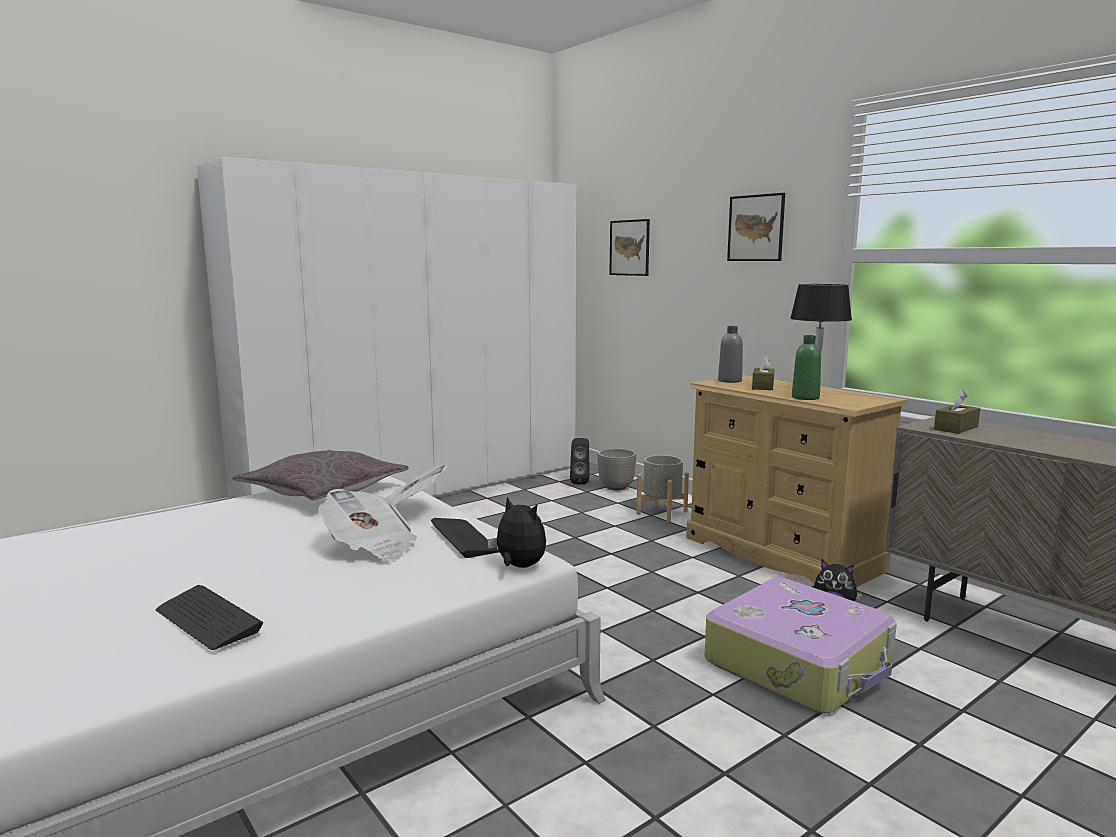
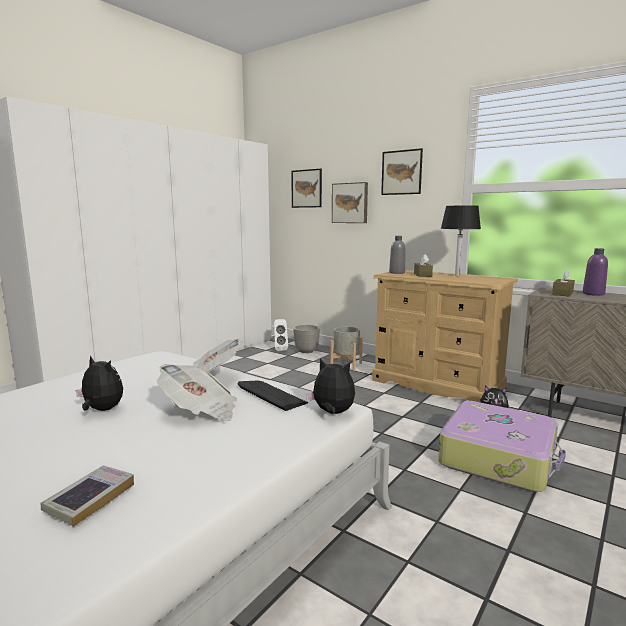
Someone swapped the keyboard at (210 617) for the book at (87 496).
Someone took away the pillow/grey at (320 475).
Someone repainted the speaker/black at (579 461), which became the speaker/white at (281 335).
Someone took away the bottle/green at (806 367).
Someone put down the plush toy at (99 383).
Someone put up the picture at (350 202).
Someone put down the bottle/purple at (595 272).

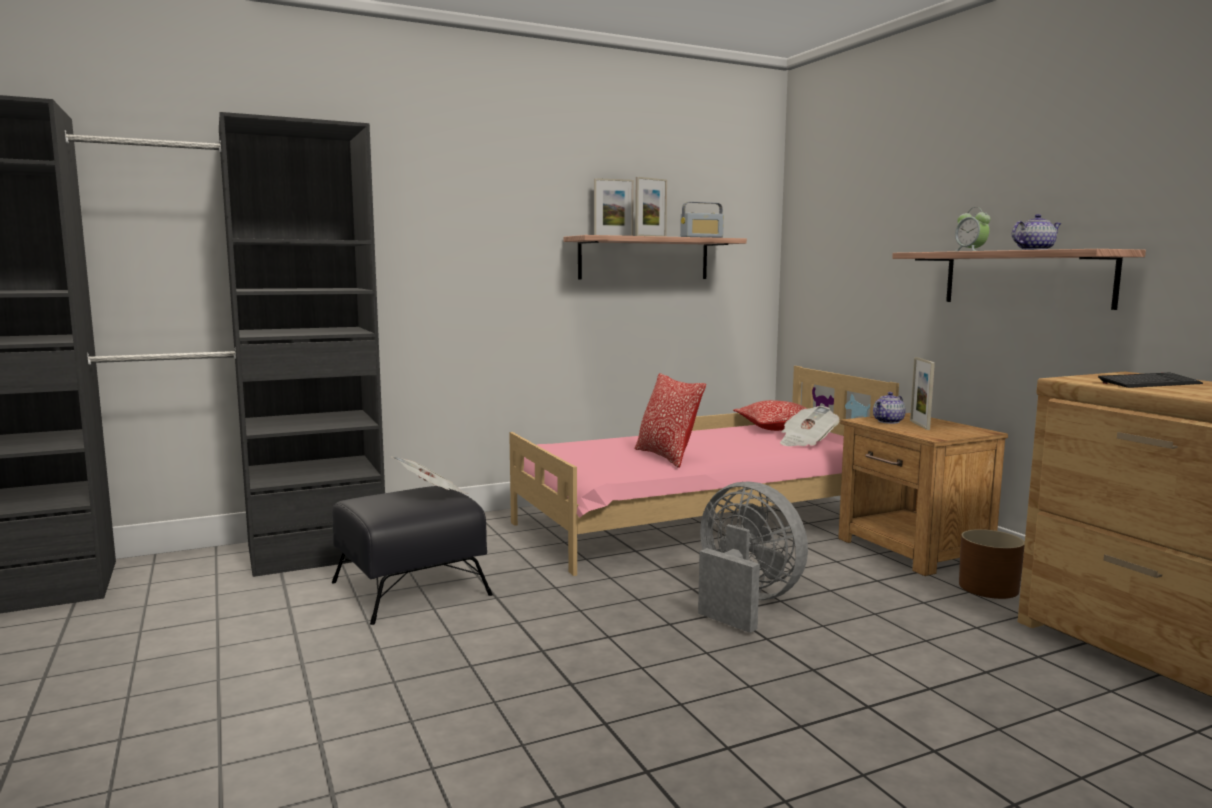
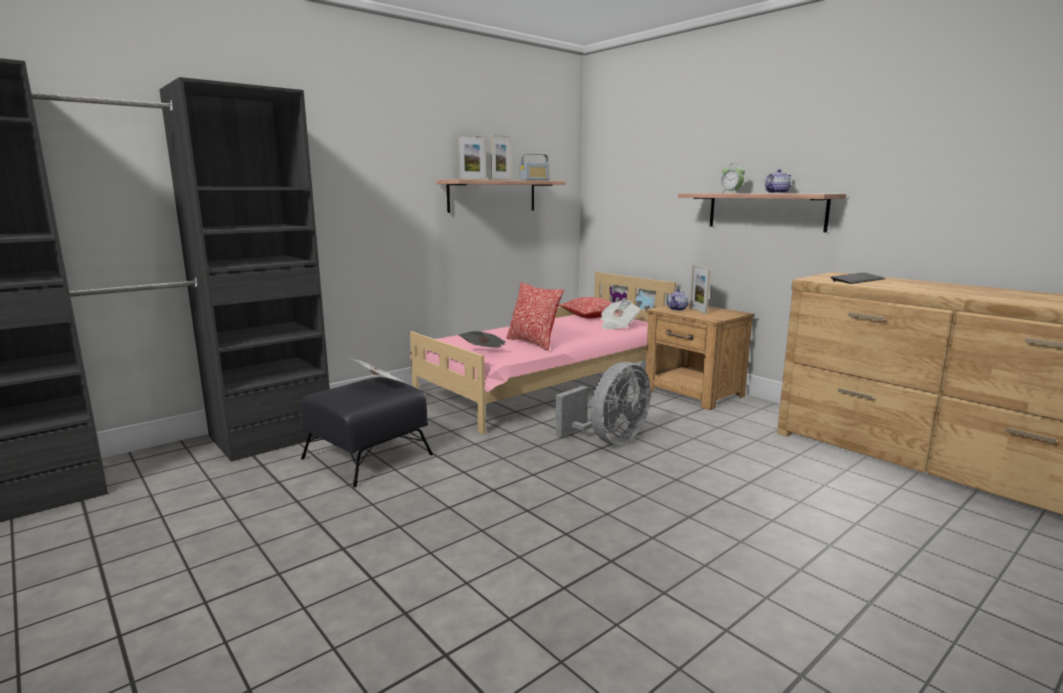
Someone rotated the fan/grey at (753 557) by 105 degrees clockwise.
Someone took away the planter/brown at (992 564).
Someone put down the newspaper at (482 339).

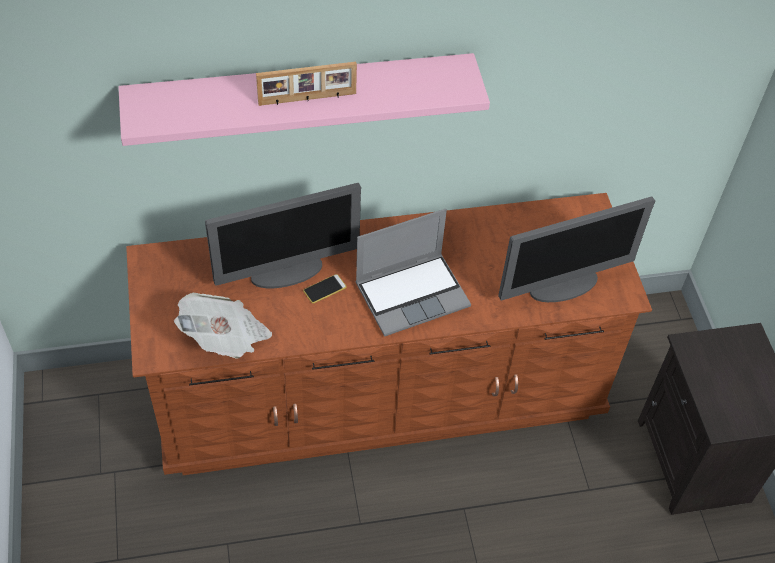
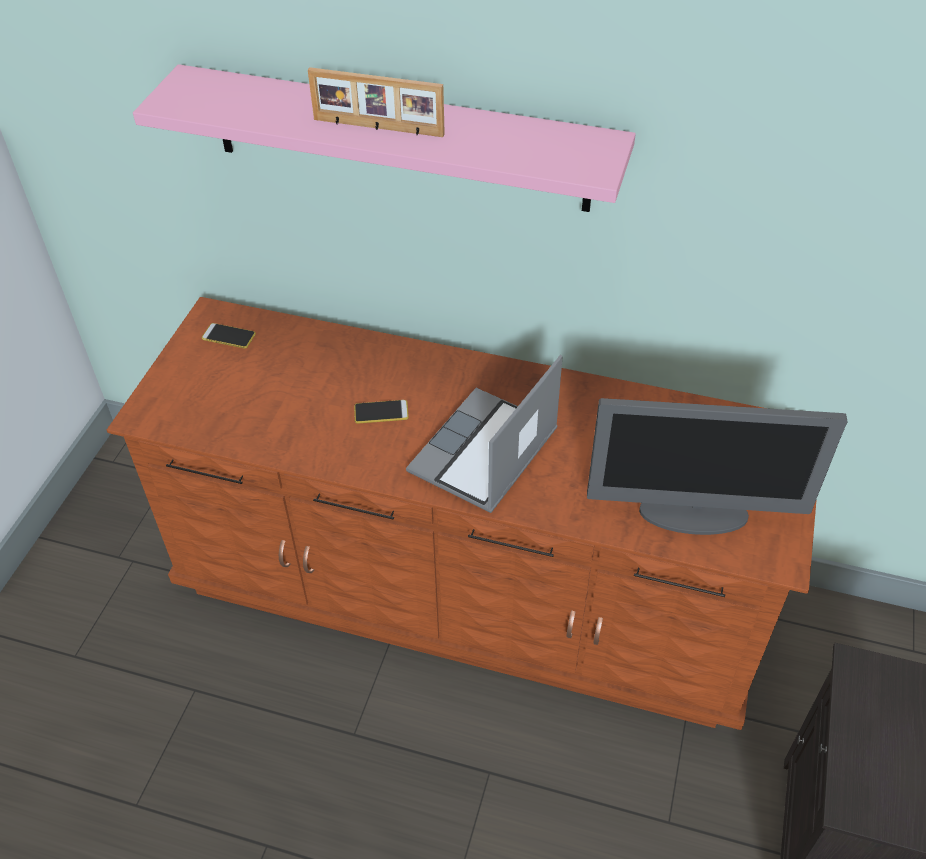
Someone took away the newspaper at (223 326).
Someone took away the monitor at (283 235).
Someone rotated the laptop at (413 273) by 120 degrees clockwise.
Someone put down the phone at (229 336).

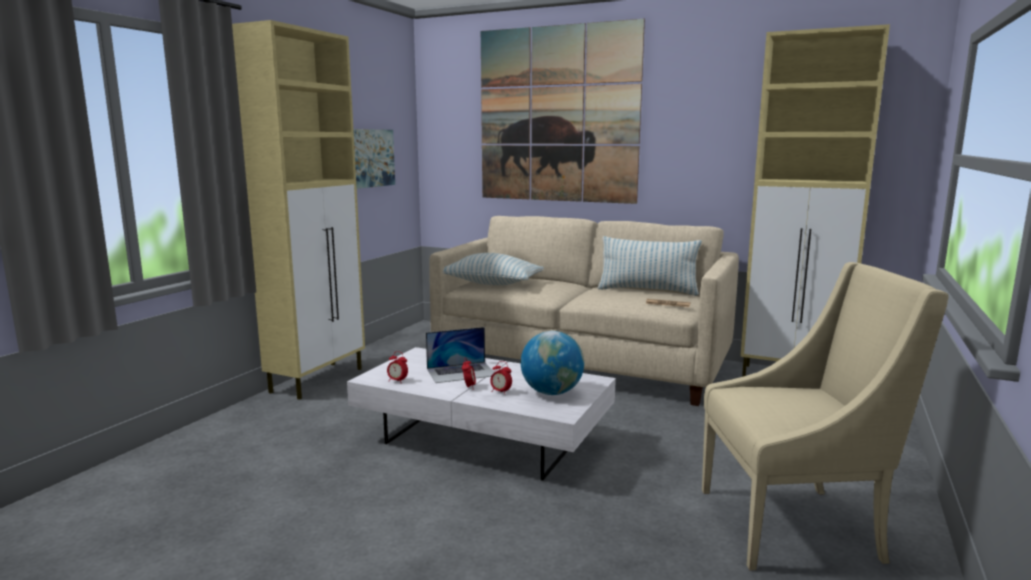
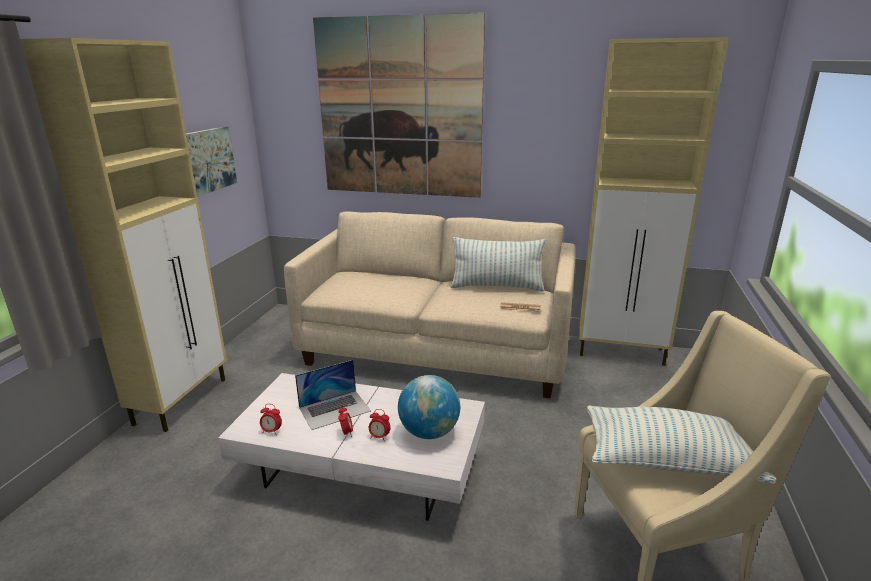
Someone carried the pillow from (493 269) to (681 444).

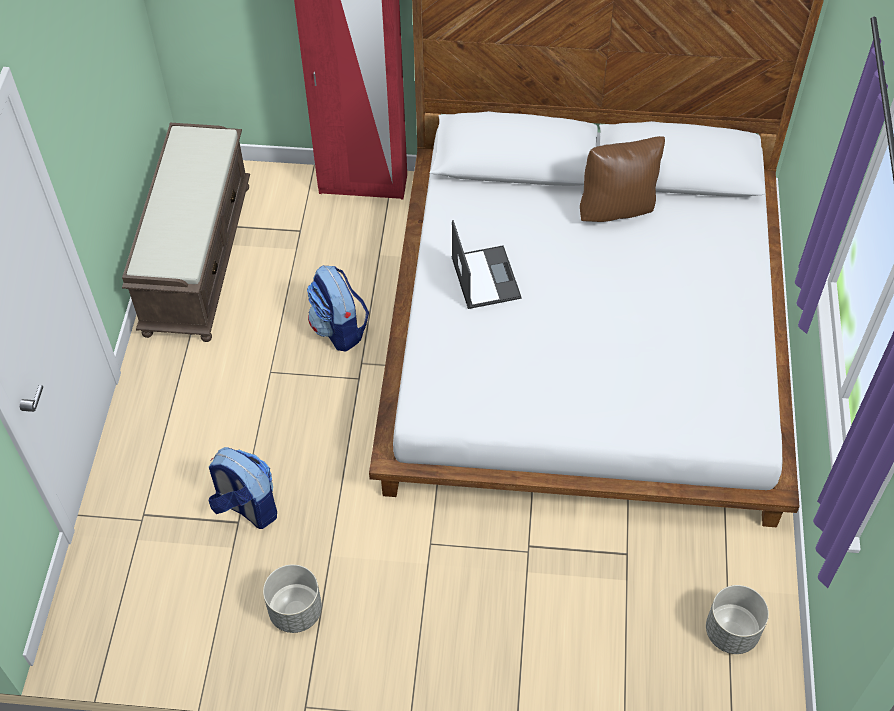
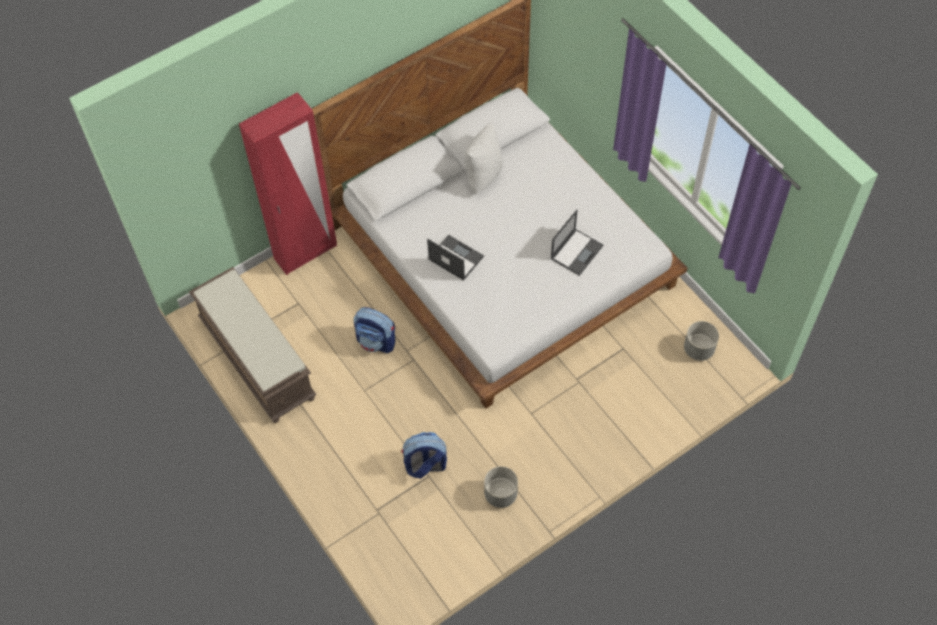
Someone repainted the pillow/brown at (622 179), which became the pillow/white at (483 158).
Someone put down the laptop at (576 243).

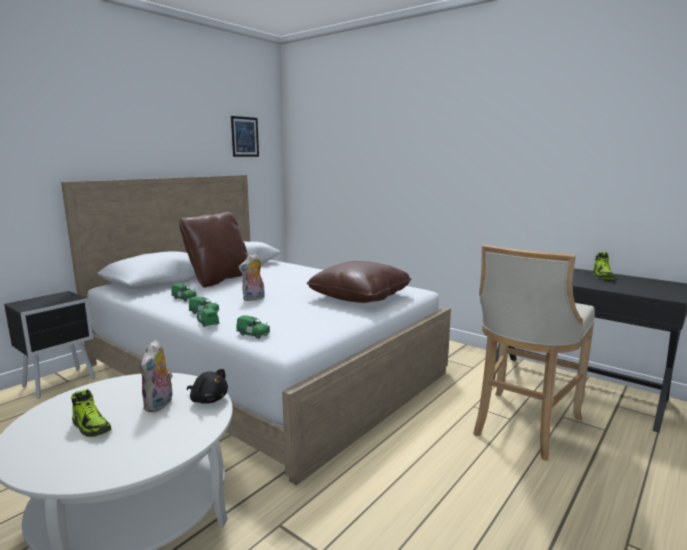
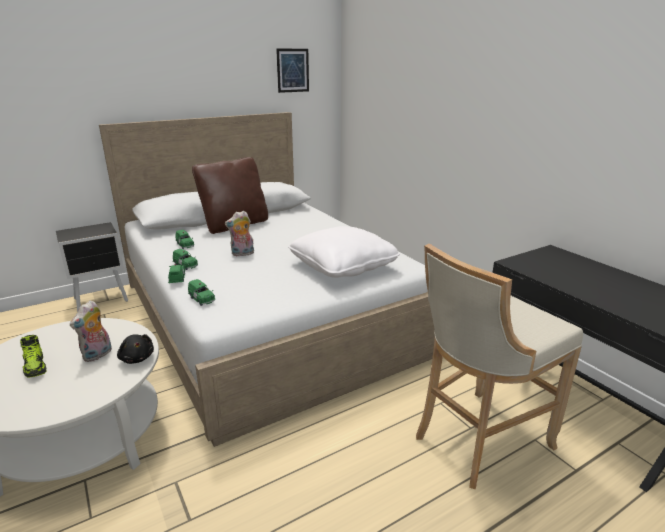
Someone repainted the pillow/brown at (359 282), which became the pillow/white at (344 252).
Someone took away the shoe at (603 266).

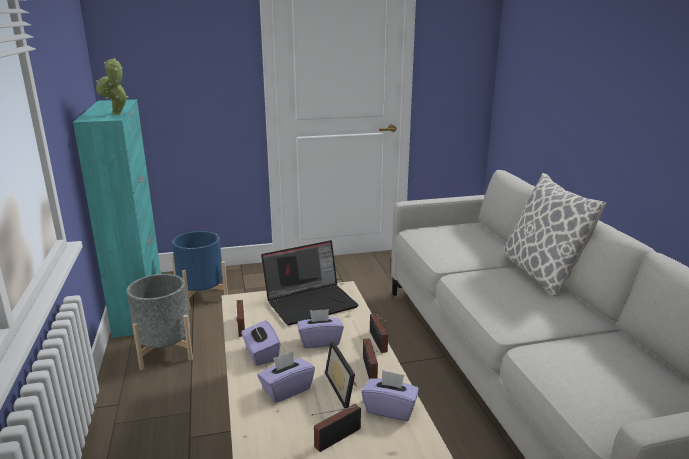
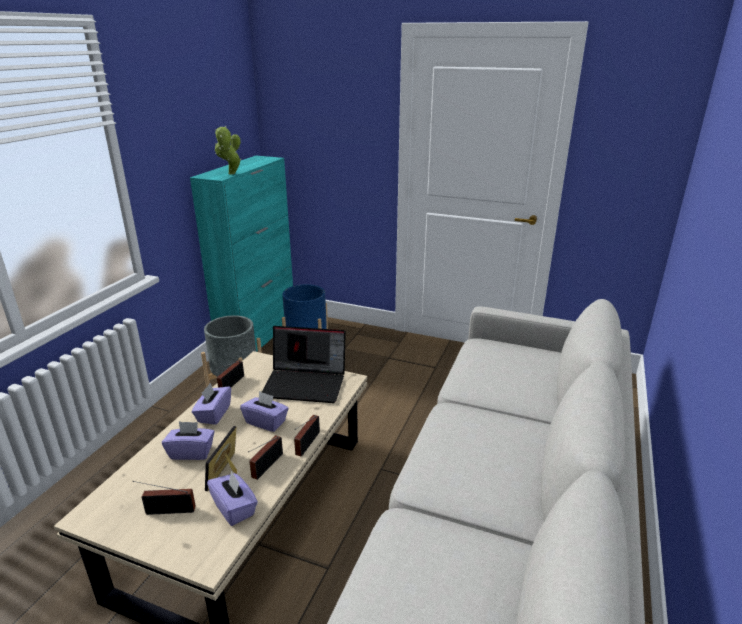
Someone took away the pillow at (555 235).

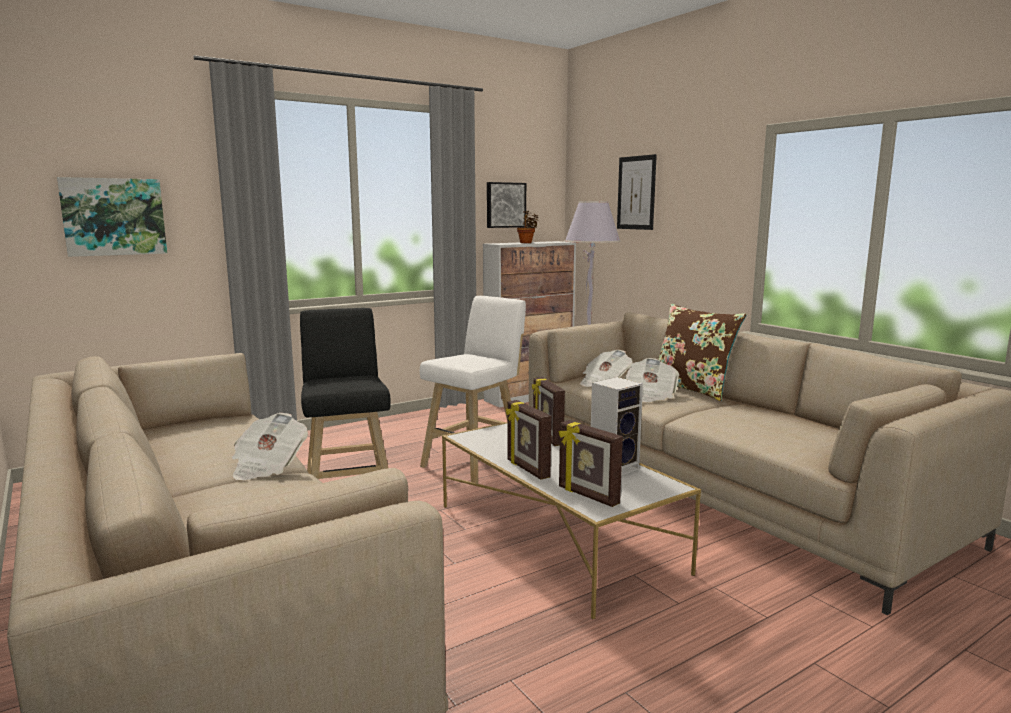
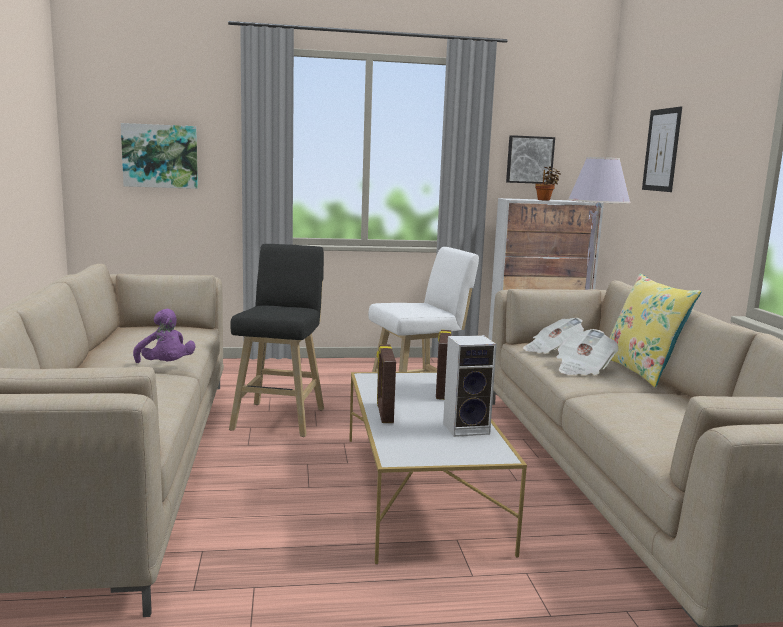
Someone swapped the newspaper at (270 446) for the plush toy/purple at (164 336).
Someone took away the picture frame at (591 463).
Someone repainted the pillow/brown at (702 352), which became the pillow/yellow at (655 330).

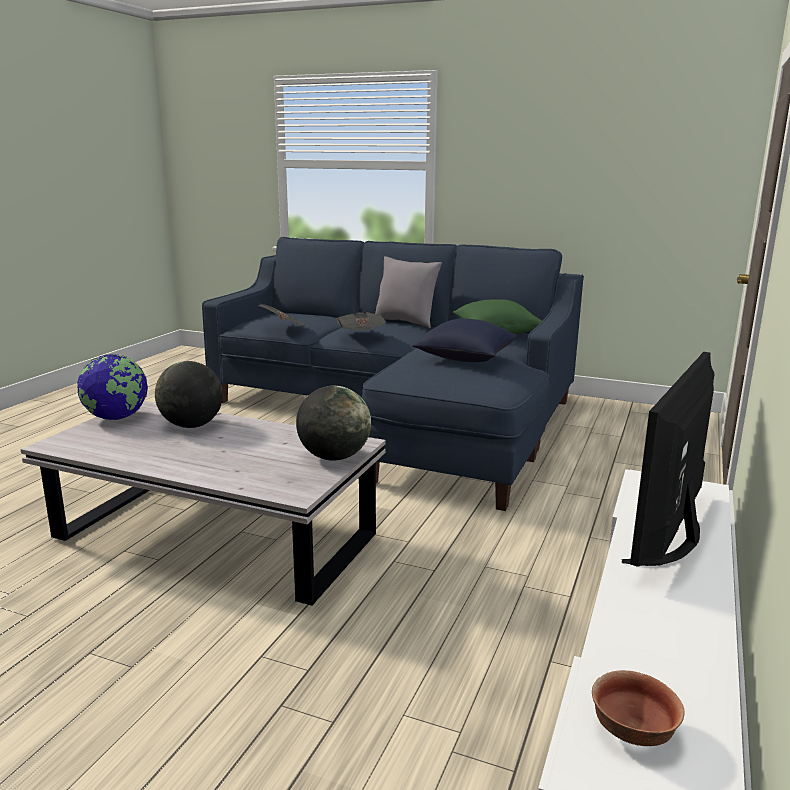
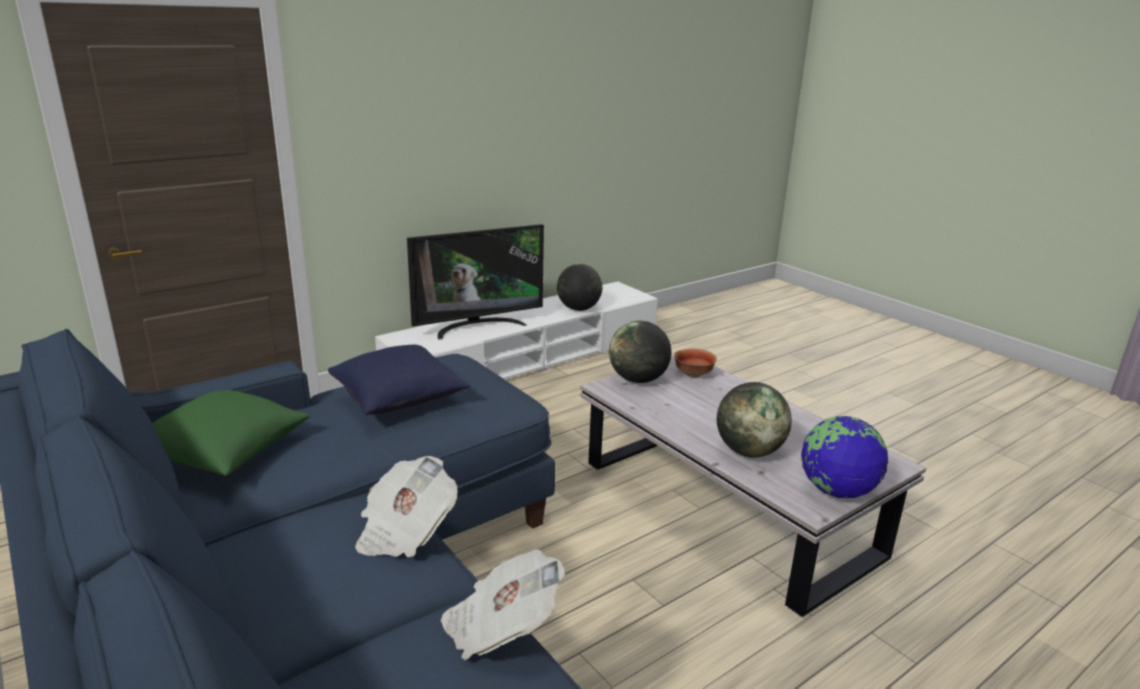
Someone took away the pillow/grey at (408 292).
Someone carried the bowl from (638 708) to (695 363).
Someone put down the globe at (579 287).

